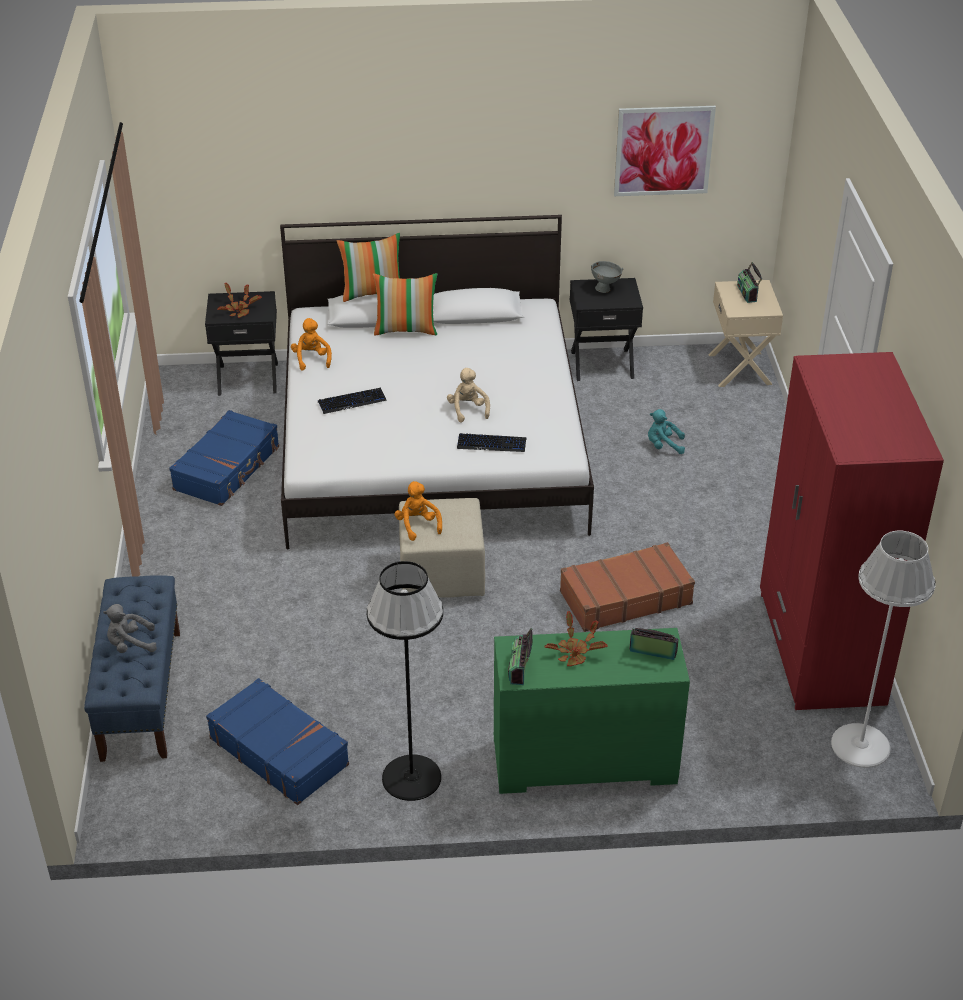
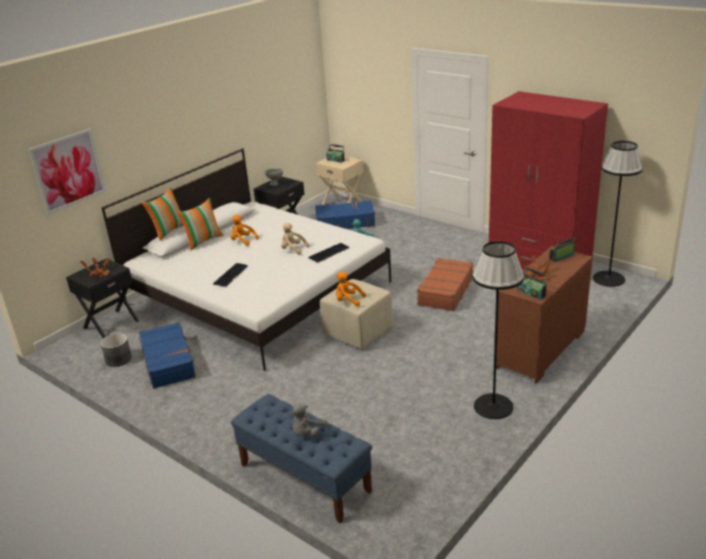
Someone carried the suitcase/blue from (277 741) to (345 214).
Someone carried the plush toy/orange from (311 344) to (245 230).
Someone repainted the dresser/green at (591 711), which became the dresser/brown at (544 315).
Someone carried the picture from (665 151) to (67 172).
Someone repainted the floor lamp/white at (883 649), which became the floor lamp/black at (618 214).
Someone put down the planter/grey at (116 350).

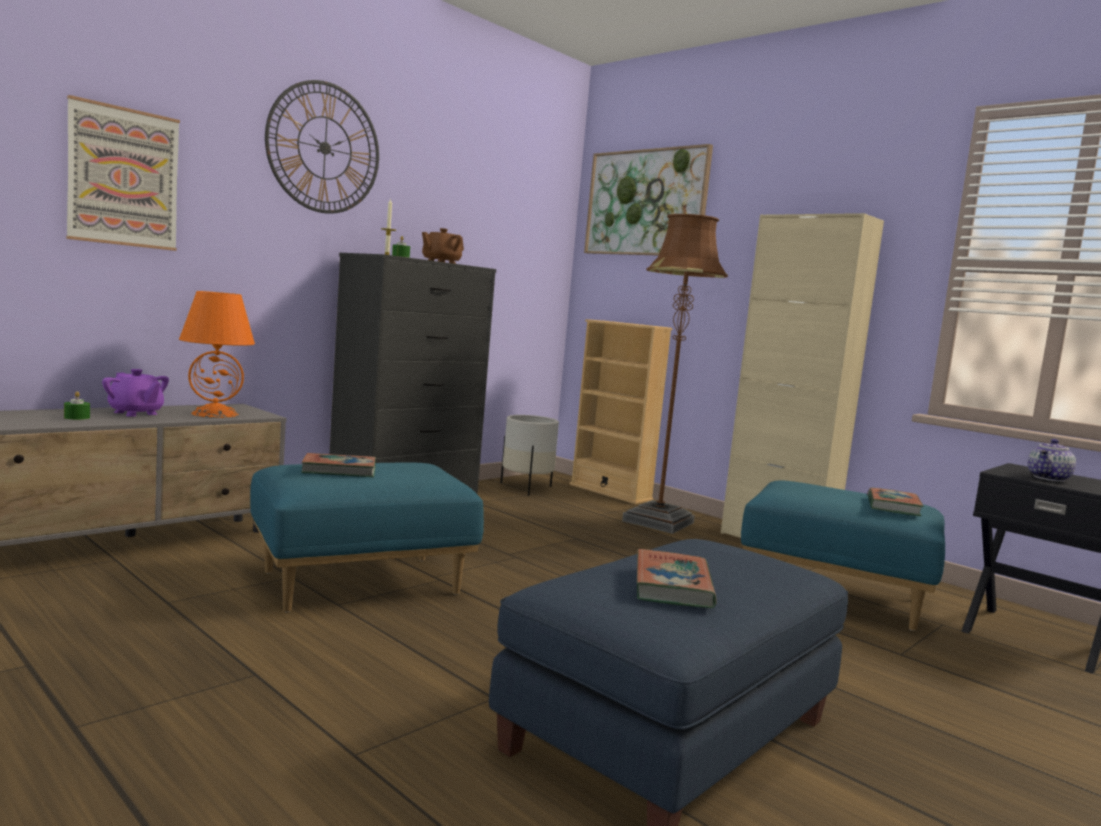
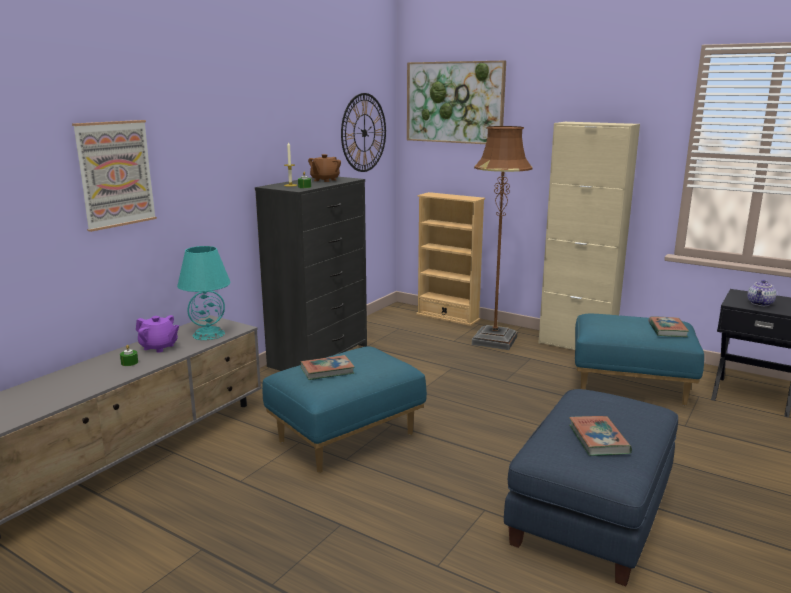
Someone repainted the table lamp/orange at (217 354), which became the table lamp/turquoise at (204 293).
Someone carried the wall clock from (322 147) to (363 132).
Someone took away the planter/white at (529 455).

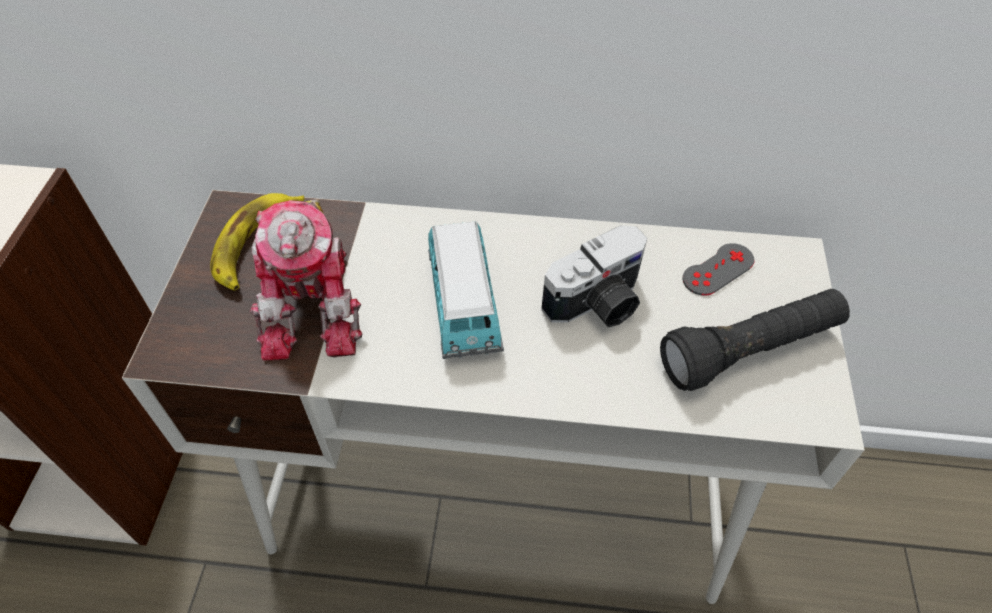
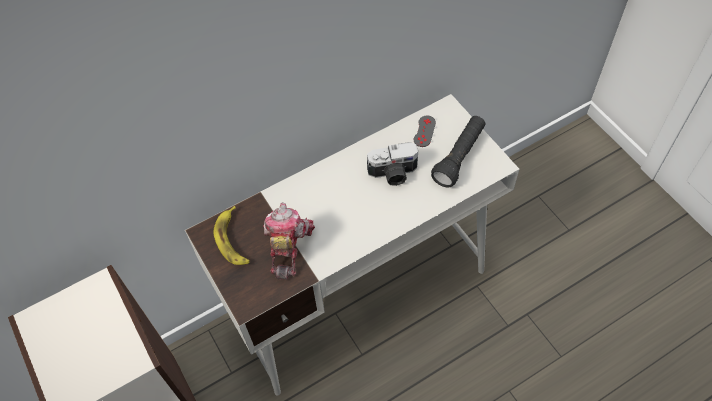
Someone rotated the toy robot at (306 280) by 135 degrees counterclockwise.
Someone took away the toy car at (466 290).
Someone rotated the photo camera at (594 276) by 60 degrees clockwise.

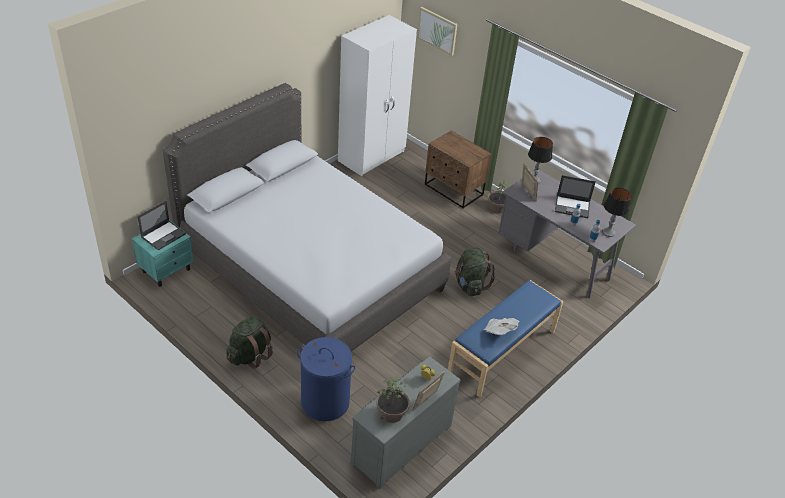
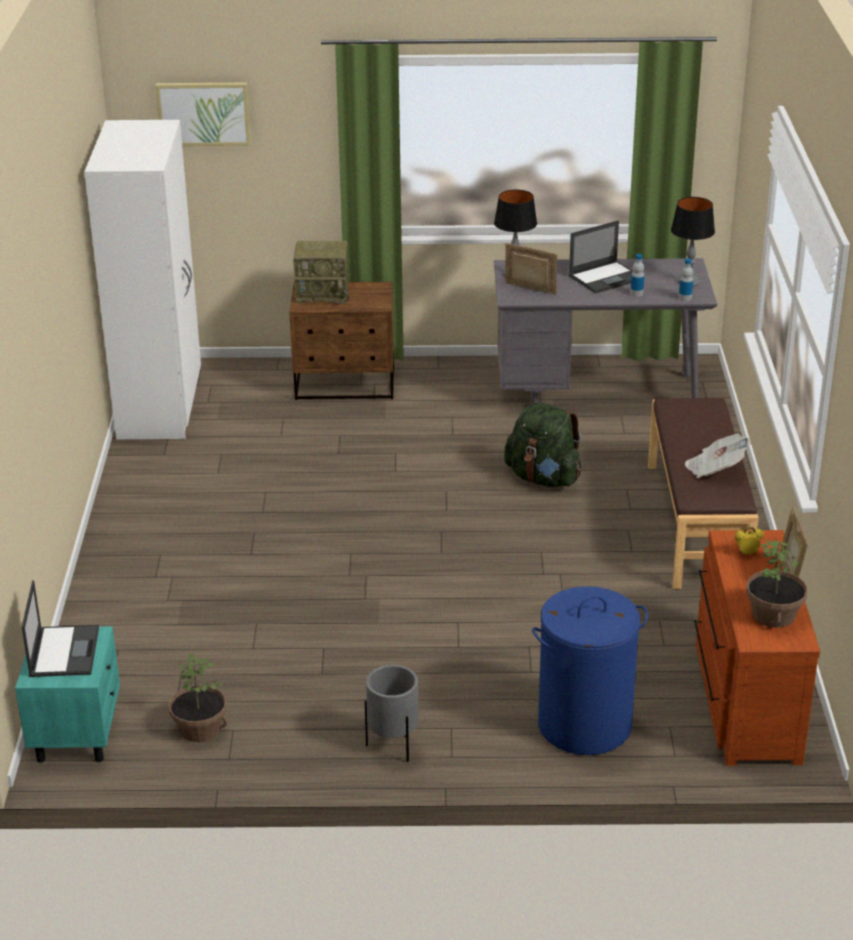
Someone took away the bed/grey at (306 217).
Someone swapped the backpack/green at (249 342) for the planter/grey at (392 713).
Someone repainted the dresser/grey at (406 422), which became the dresser/brown at (757 648).
Someone repainted the bench/blue at (505 339), which became the bench/brown at (703 493).
Someone carried the potted plant from (499 195) to (198 698).
Someone put down the radio at (321 272).

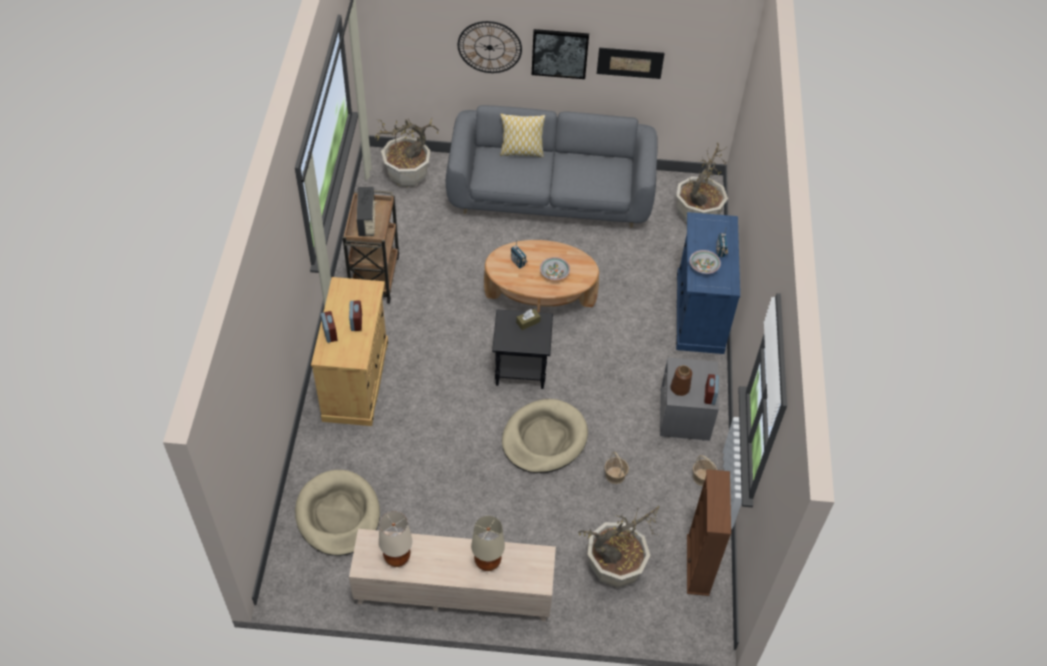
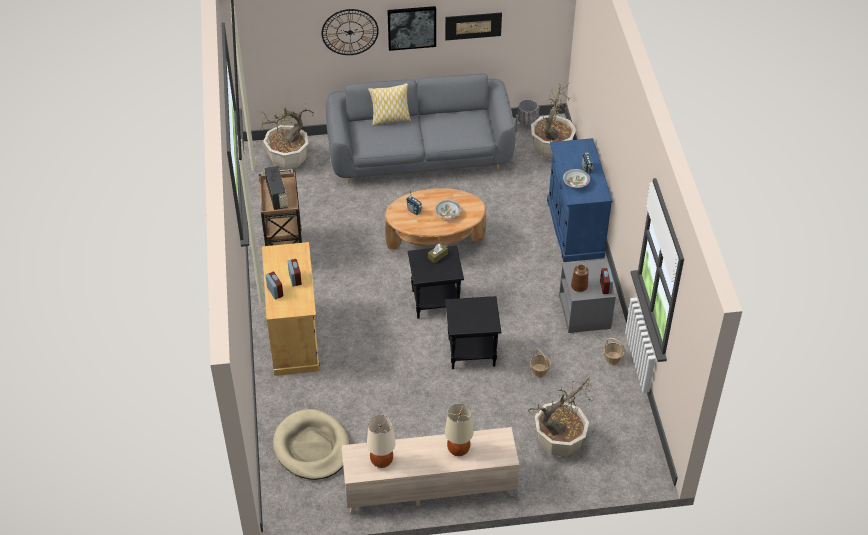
Someone swapped the dog bed/beige at (545 436) for the side table/black at (473 332).
Someone took away the bookcase/brown at (709 532).
Someone put down the planter/grey at (527 115).

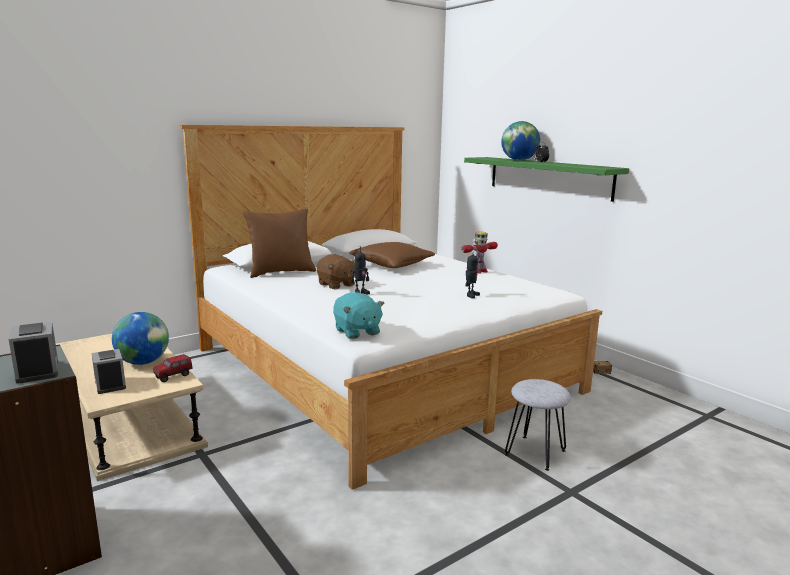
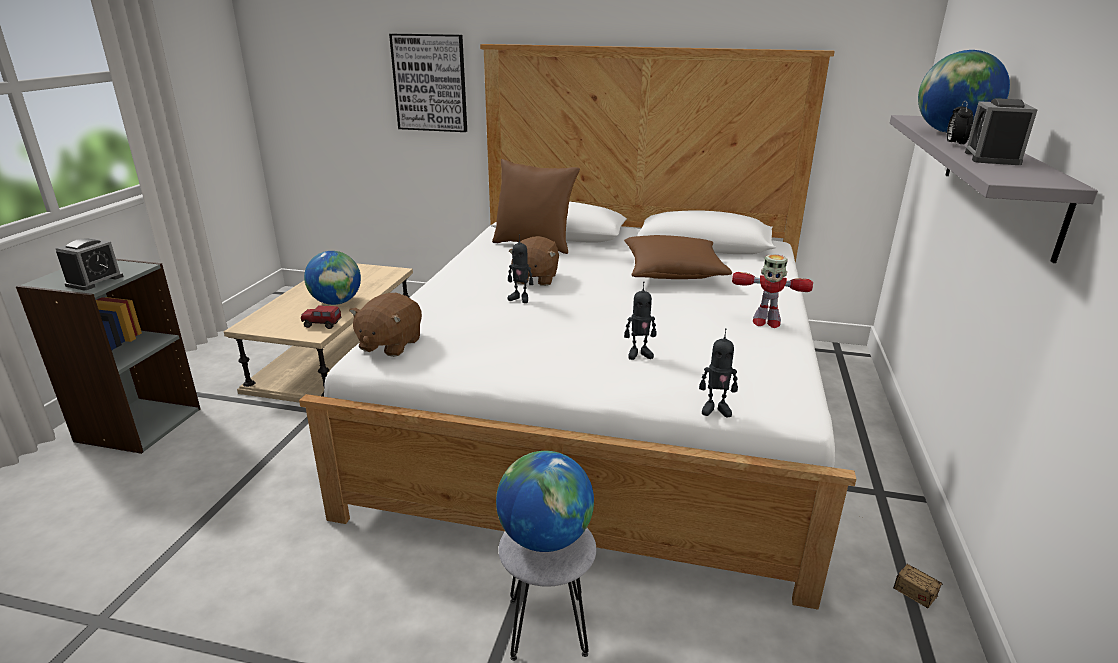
Someone carried the alarm clock from (109 371) to (1001 131).
Someone repainted the plush toy/turquoise at (358 315), which became the plush toy/brown at (385 325).
Someone repainted the shelf/green at (546 179), which became the shelf/grey at (994 189).
Someone put up the picture at (428 83).
Someone put down the globe at (545 501).
Someone put down the toy robot at (718 373).

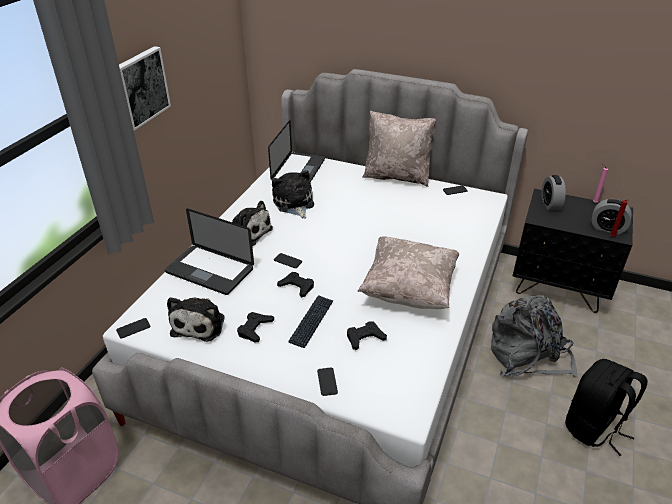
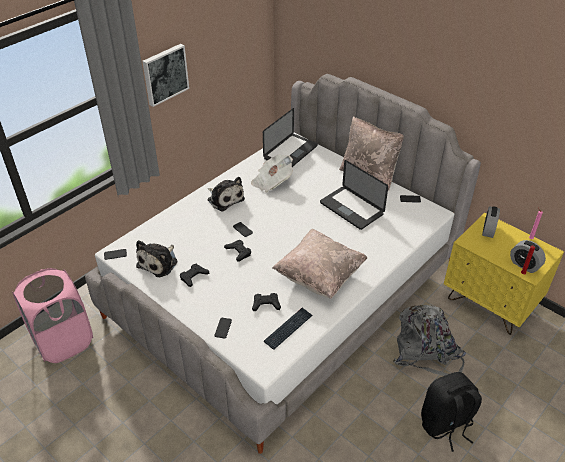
Someone carried the laptop from (209 251) to (354 195).
Someone swapped the plush toy at (293 194) for the newspaper at (272 173).
Someone carried the keyboard from (310 321) to (288 329).
Someone repainted the nightstand/black at (573 251), which became the nightstand/yellow at (504 274).

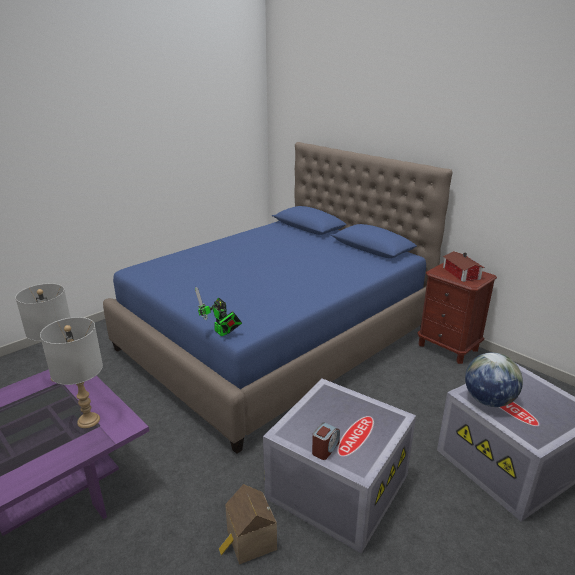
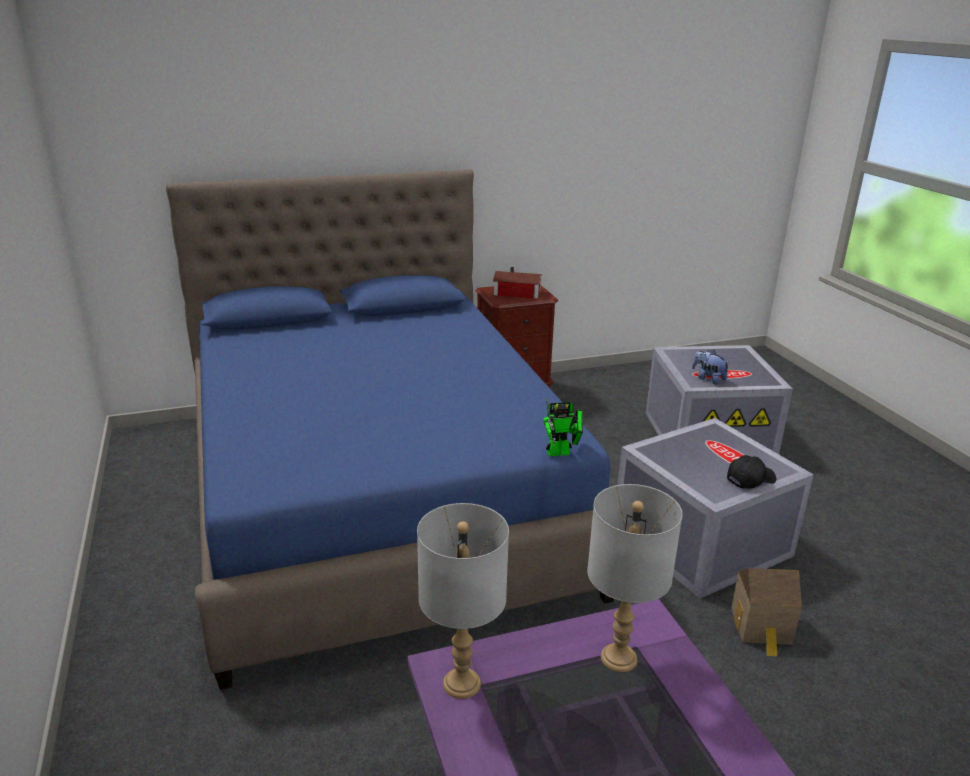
Someone swapped the alarm clock at (326 441) for the cap/black at (751 472).
Someone swapped the globe at (494 380) for the plush toy at (710 367).

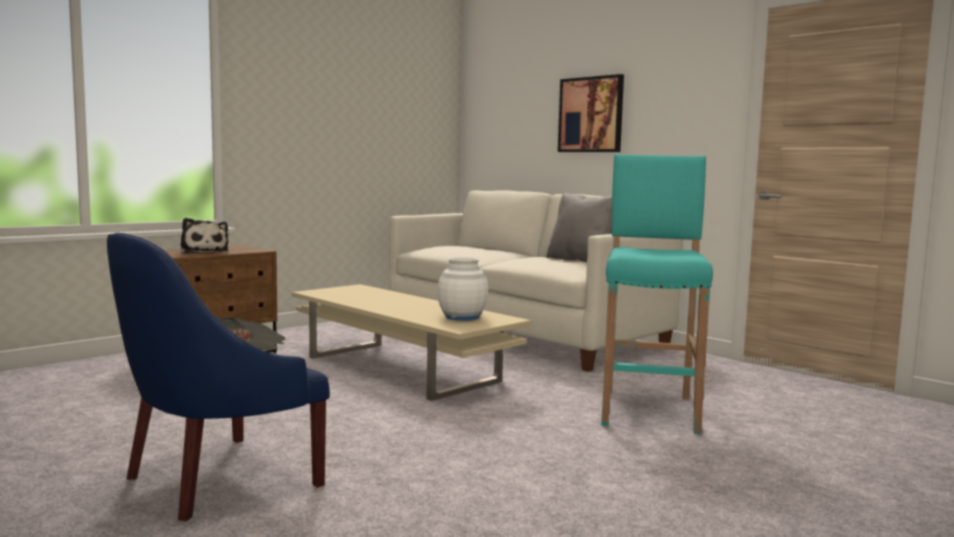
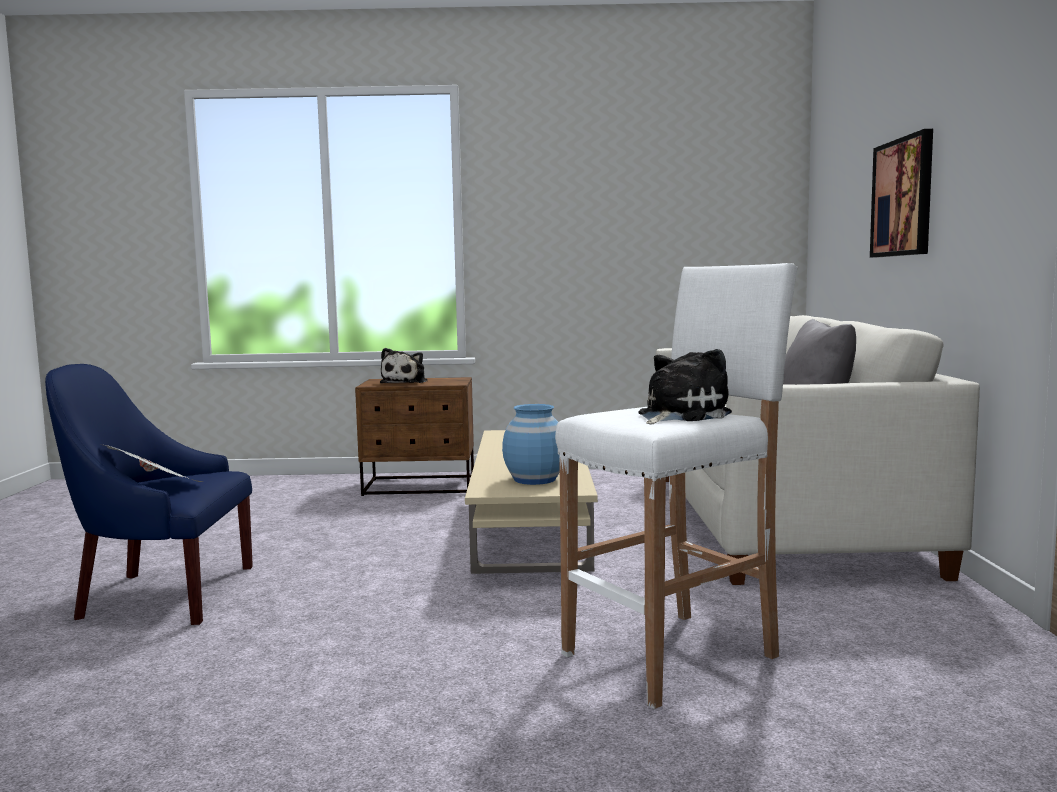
Someone repainted the vase/white at (462 289), which became the vase/blue at (531 444).
Someone repainted the stool/turquoise at (657 294), which became the stool/white at (676 486).
Someone put down the plush toy at (685 386).

